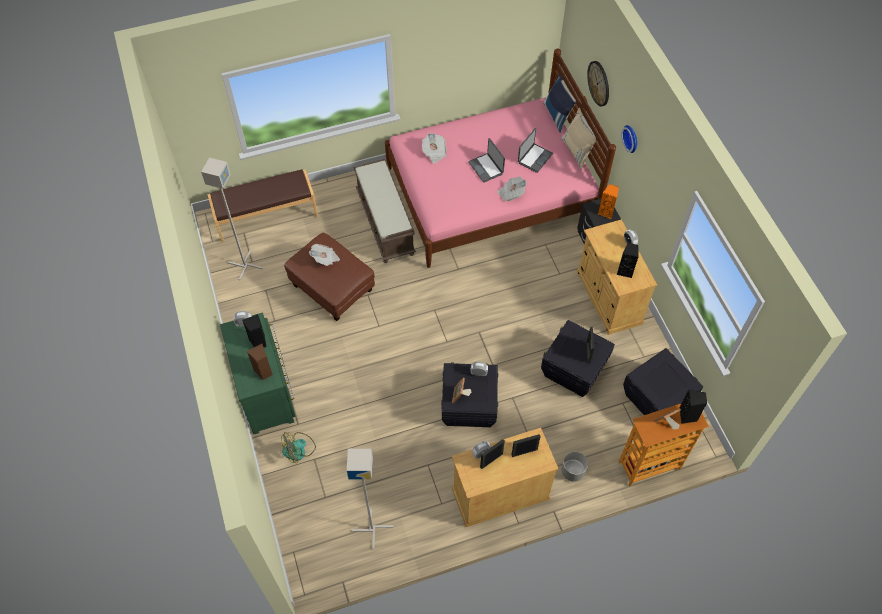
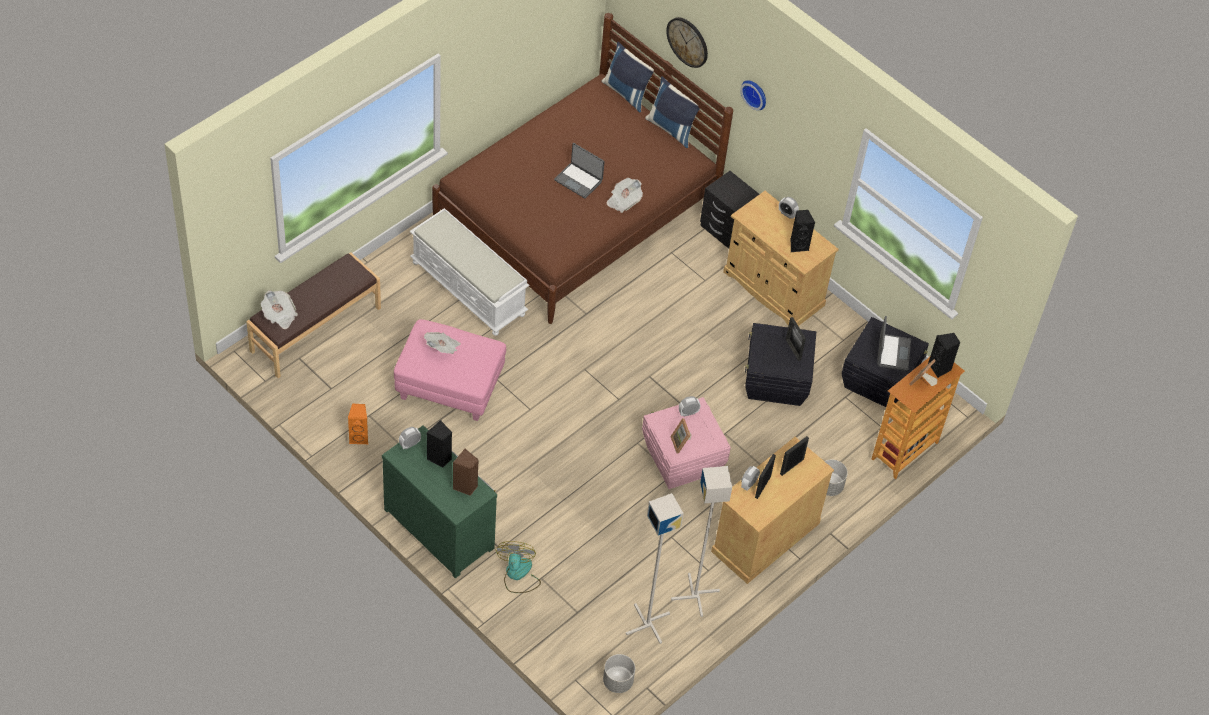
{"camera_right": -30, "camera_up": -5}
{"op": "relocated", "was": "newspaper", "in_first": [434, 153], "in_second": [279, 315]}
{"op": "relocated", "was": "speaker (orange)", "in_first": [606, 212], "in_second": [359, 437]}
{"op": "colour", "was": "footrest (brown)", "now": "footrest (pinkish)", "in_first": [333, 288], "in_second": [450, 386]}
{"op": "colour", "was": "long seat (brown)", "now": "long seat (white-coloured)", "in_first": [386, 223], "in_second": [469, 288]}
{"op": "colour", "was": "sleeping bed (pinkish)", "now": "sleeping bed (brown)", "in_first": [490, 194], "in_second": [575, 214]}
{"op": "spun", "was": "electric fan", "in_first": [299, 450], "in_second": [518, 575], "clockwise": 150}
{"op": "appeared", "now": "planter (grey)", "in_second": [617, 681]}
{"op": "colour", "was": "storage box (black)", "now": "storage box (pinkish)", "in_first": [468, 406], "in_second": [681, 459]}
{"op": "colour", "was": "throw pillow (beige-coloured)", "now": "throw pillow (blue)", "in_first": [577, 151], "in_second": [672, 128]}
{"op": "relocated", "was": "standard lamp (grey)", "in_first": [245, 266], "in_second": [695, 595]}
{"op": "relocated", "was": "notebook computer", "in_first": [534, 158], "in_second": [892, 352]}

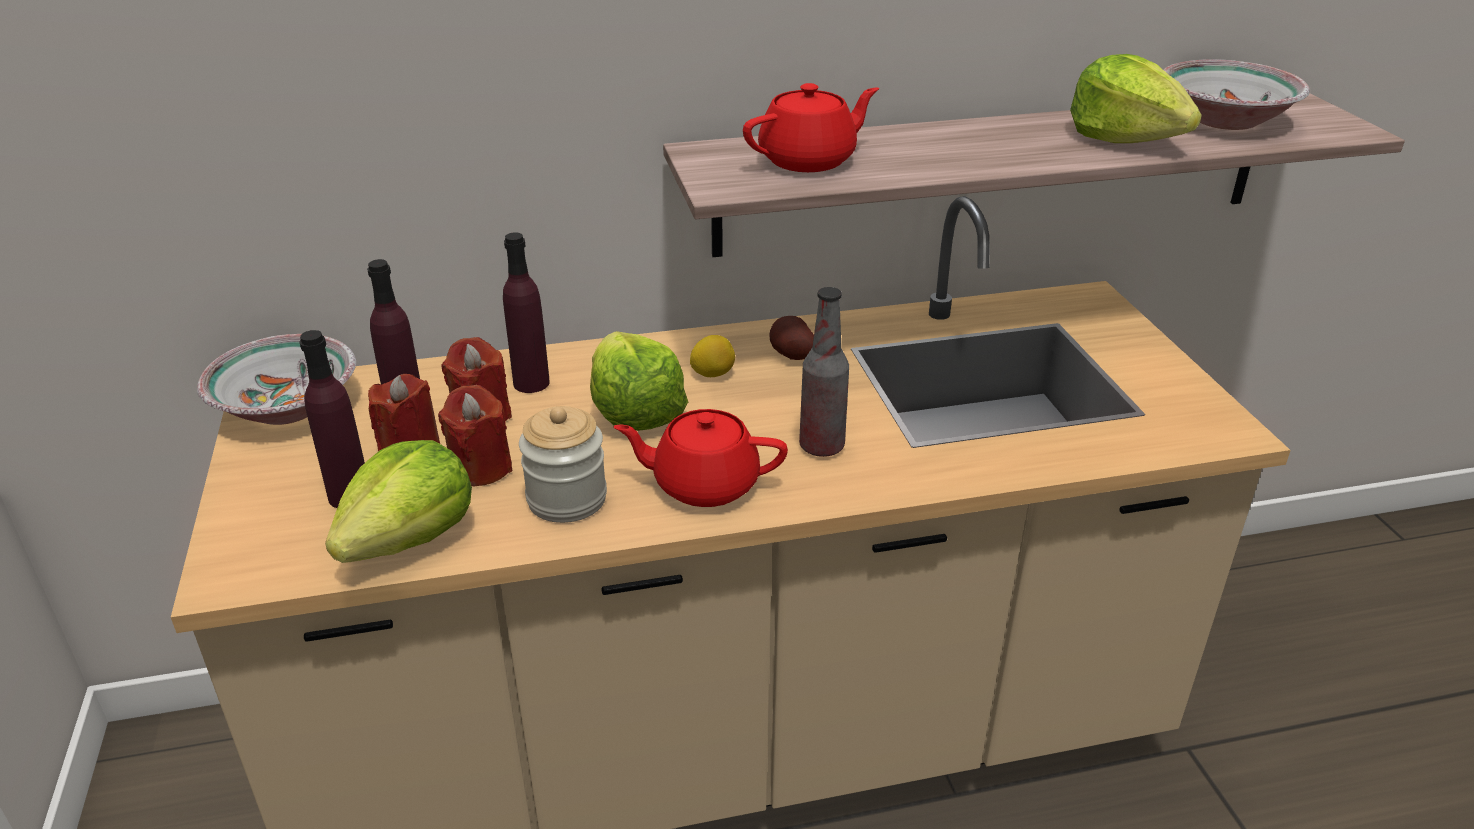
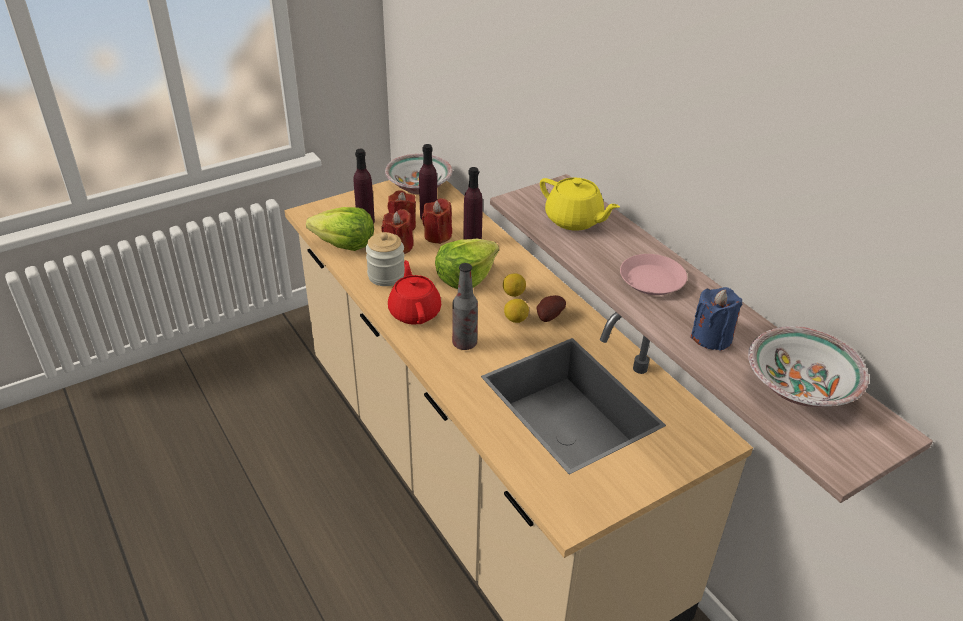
{"camera_right": 70, "camera_up": 5}
{"op": "appeared", "now": "whole lemon", "in_second": [515, 319]}
{"op": "colour", "was": "tea pot (red)", "now": "tea pot (yellowish)", "in_first": [809, 160], "in_second": [574, 220]}
{"op": "appeared", "now": "flat dish (pinkish)", "in_second": [651, 280]}
{"op": "exchanged", "was": "lettuce", "now": "wax candle (blue)", "in_first": [1125, 138], "in_second": [711, 337]}

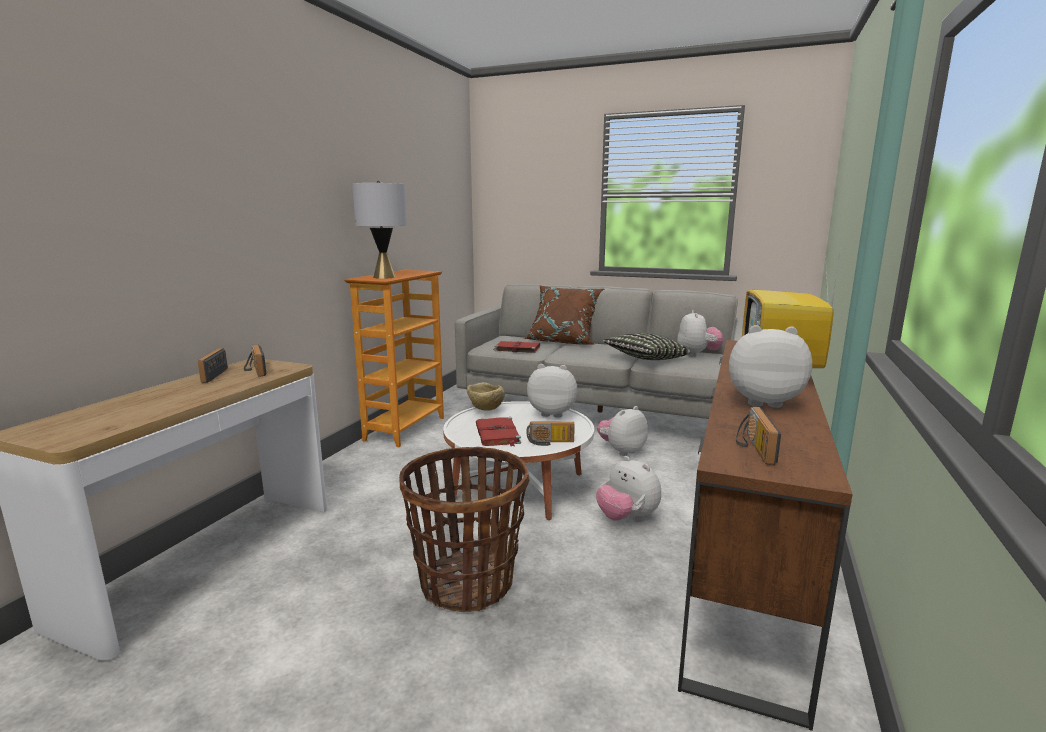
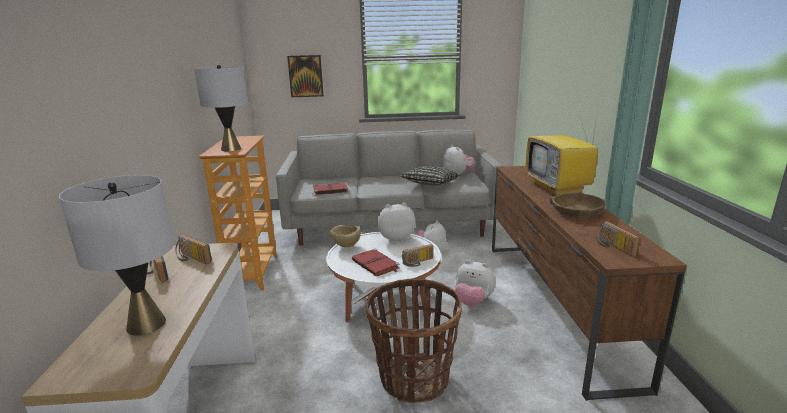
{"camera_right": -25, "camera_up": 5}
{"op": "appeared", "now": "table lamp (grey)", "in_second": [146, 324]}
{"op": "appeared", "now": "wall art", "in_second": [305, 76]}
{"op": "exchanged", "was": "cuddly toy", "now": "deep dish (brown)", "in_first": [762, 401], "in_second": [576, 212]}
{"op": "missing", "was": "throw pillow (brown)", "in_first": [563, 341]}

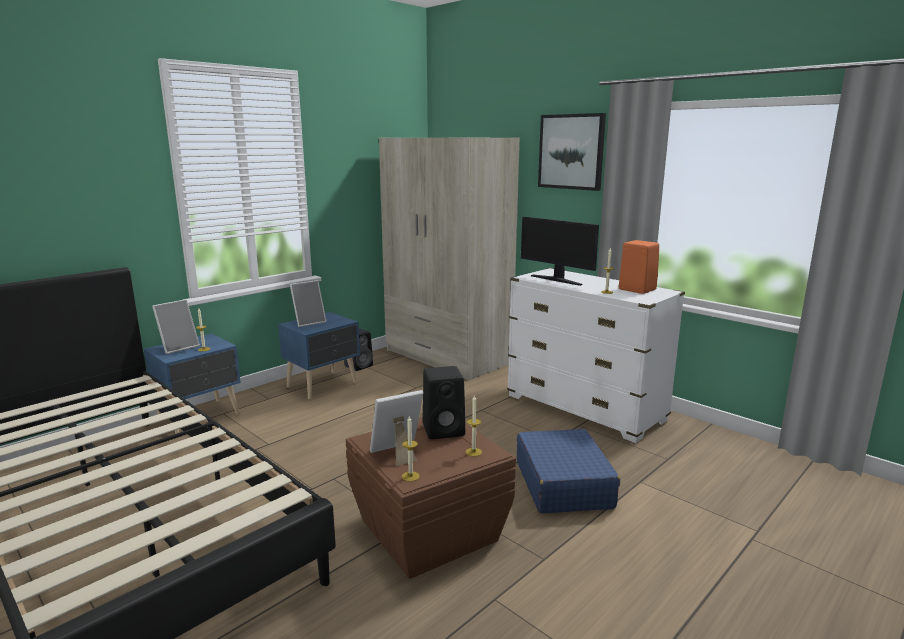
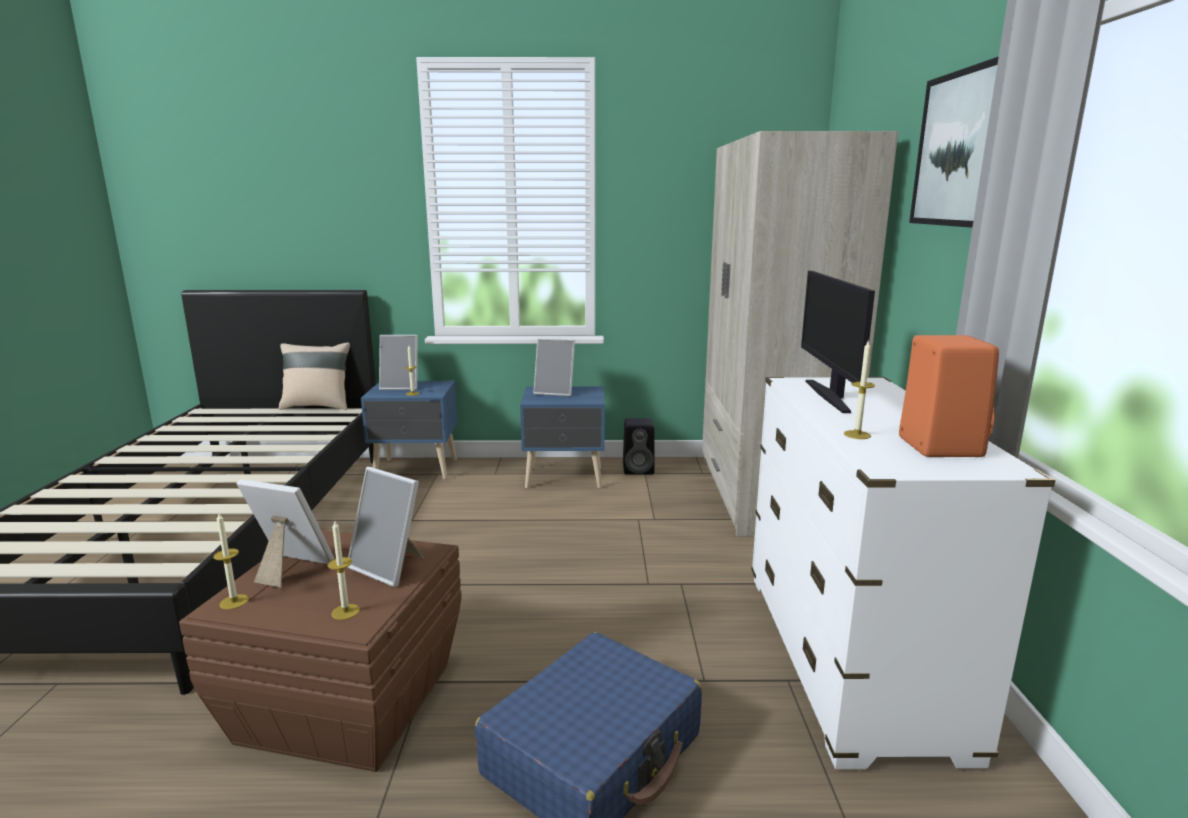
{"camera_right": 45, "camera_up": 0}
{"op": "appeared", "now": "throw pillow (beige-coloured)", "in_second": [318, 406]}
{"op": "exchanged", "was": "speaker (black)", "now": "photo frame", "in_first": [445, 430], "in_second": [390, 567]}

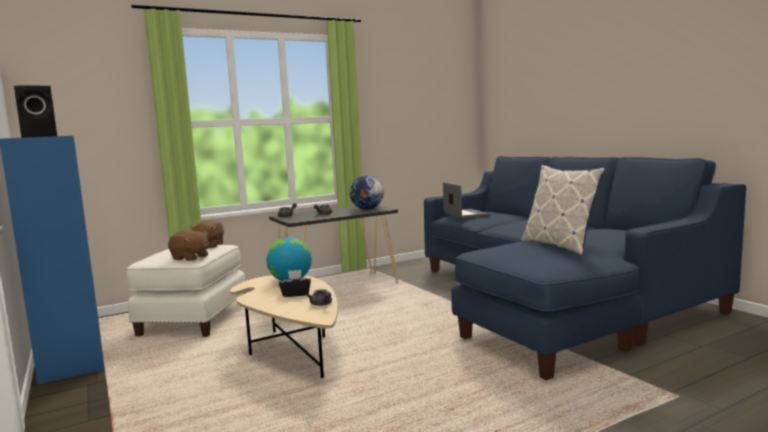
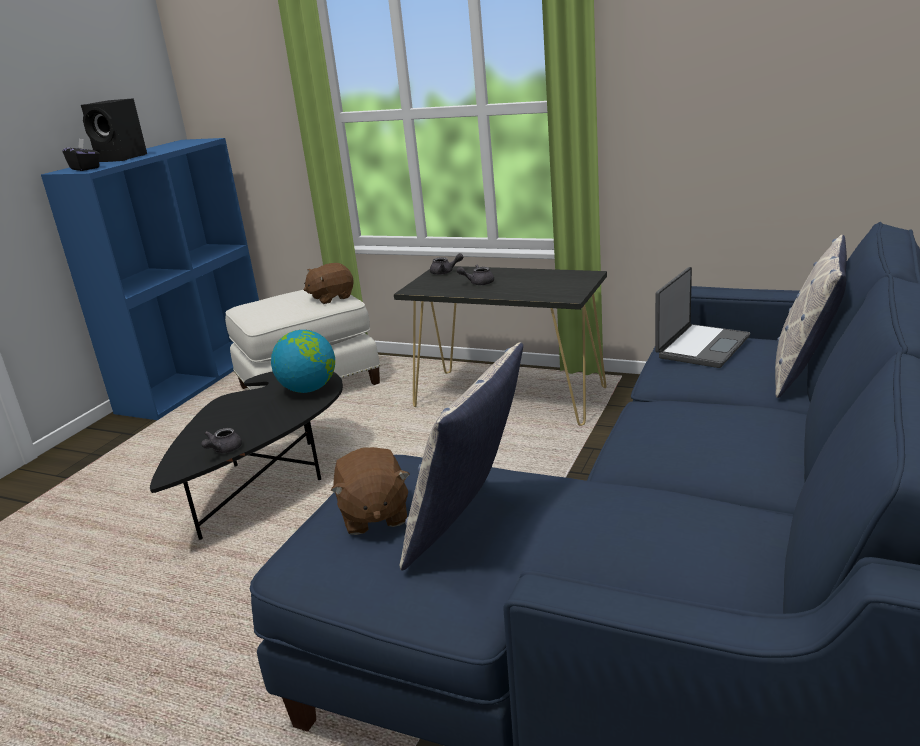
{"camera_right": 55, "camera_up": 15}
{"op": "relocated", "was": "box of tissues (black)", "in_first": [296, 294], "in_second": [85, 168]}
{"op": "colour", "was": "coffee table (beige-coloured)", "now": "coffee table (black)", "in_first": [292, 348], "in_second": [270, 479]}
{"op": "relocated", "was": "cuddly toy (brown)", "in_first": [190, 258], "in_second": [373, 515]}
{"op": "appeared", "now": "throw pillow", "in_second": [805, 372]}
{"op": "missing", "was": "world globe", "in_first": [367, 209]}

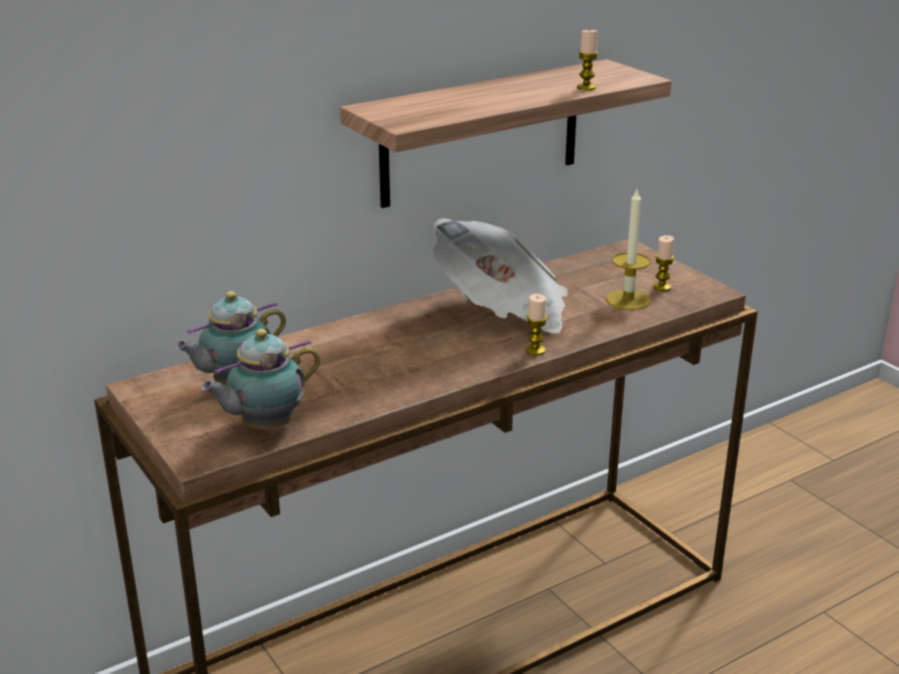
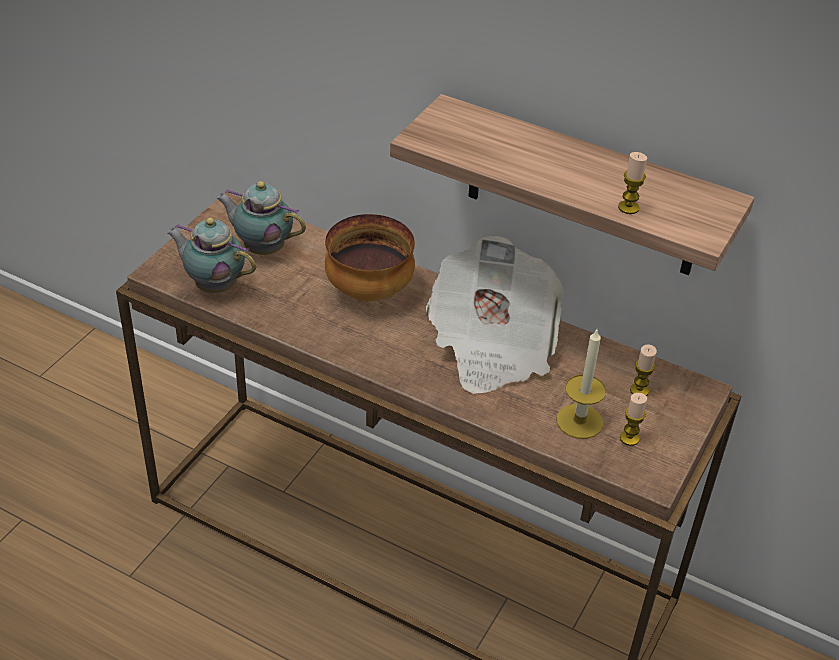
{"camera_right": 60, "camera_up": 15}
{"op": "appeared", "now": "deep dish", "in_second": [368, 290]}
{"op": "relocated", "was": "wax candle", "in_first": [535, 350], "in_second": [639, 390]}

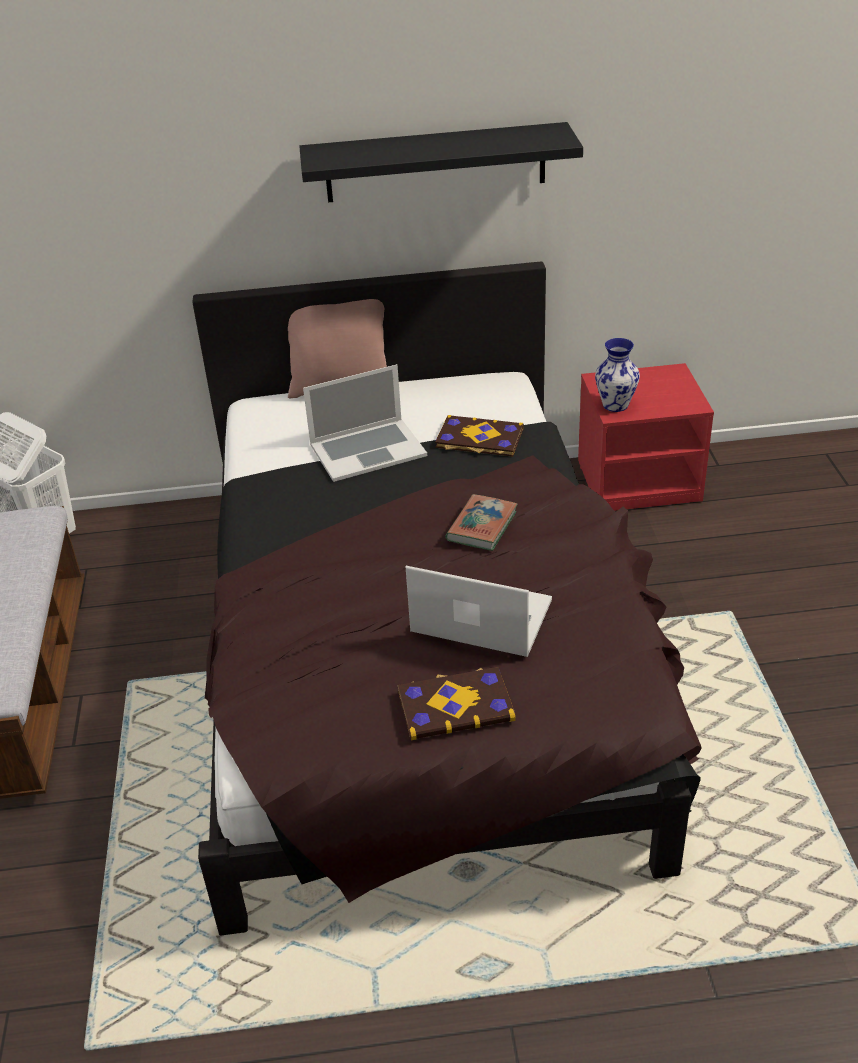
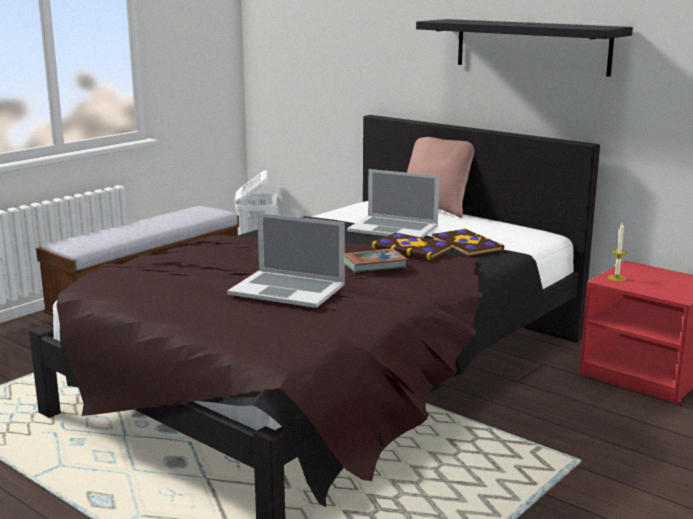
{"camera_right": 45, "camera_up": -20}
{"op": "spun", "was": "notebook computer", "in_first": [481, 616], "in_second": [287, 289], "clockwise": 135}
{"op": "relocated", "was": "book", "in_first": [455, 705], "in_second": [412, 248]}
{"op": "exchanged", "was": "decorative vase", "now": "wax candle", "in_first": [616, 405], "in_second": [616, 278]}

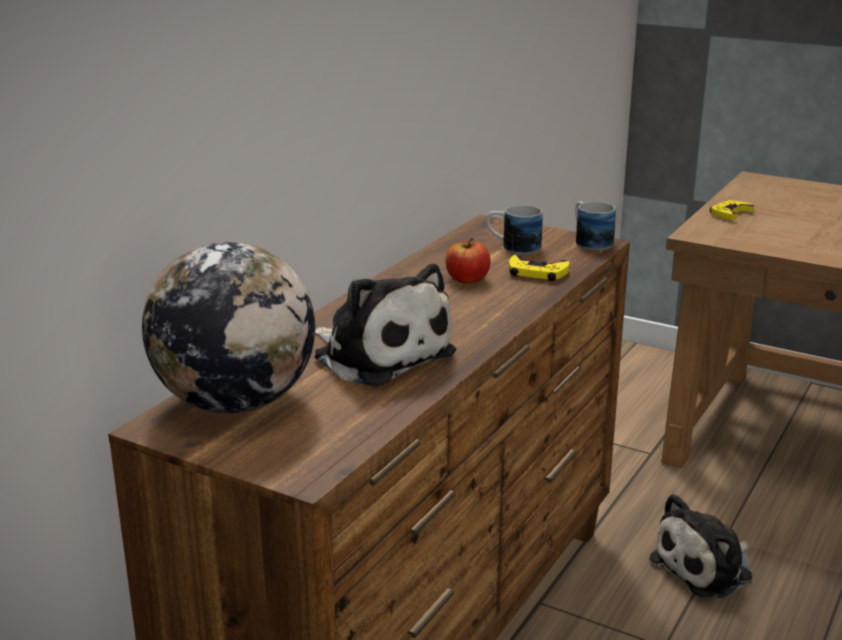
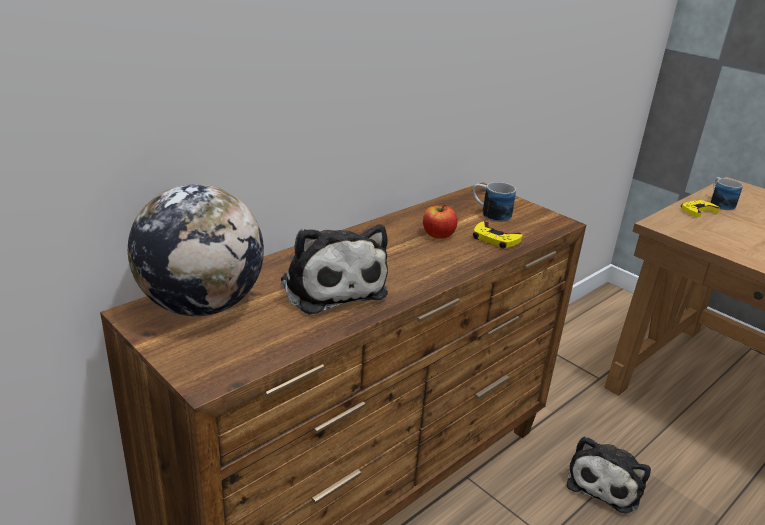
{"camera_right": 15, "camera_up": 5}
{"op": "spun", "was": "cuddly toy", "in_first": [706, 568], "in_second": [605, 482], "clockwise": -45}
{"op": "relocated", "was": "coffee mug", "in_first": [589, 241], "in_second": [719, 203]}

